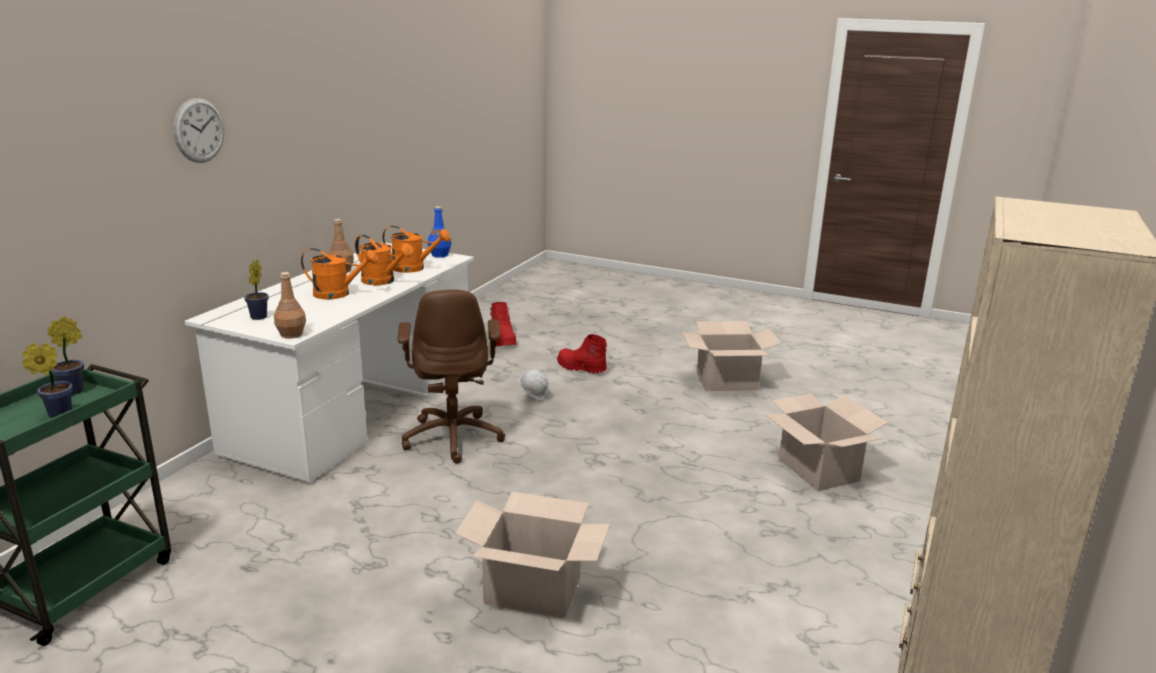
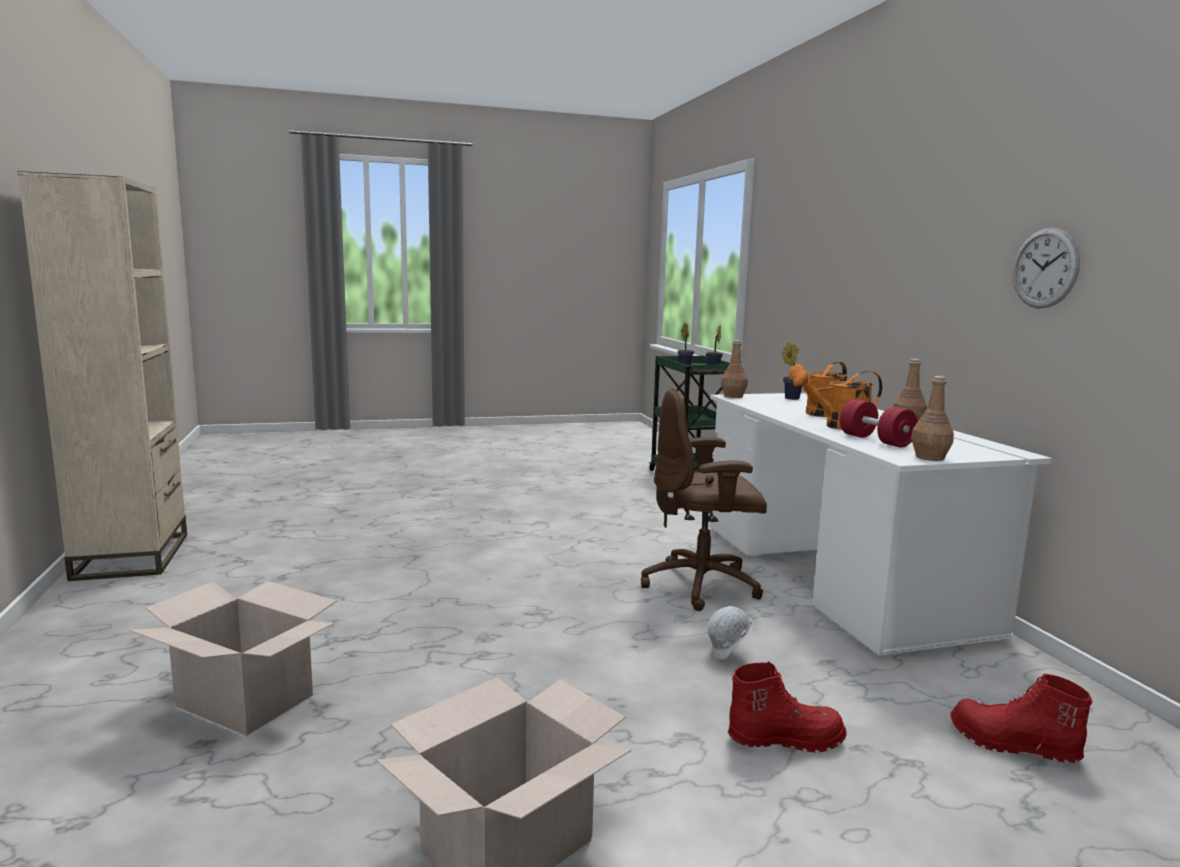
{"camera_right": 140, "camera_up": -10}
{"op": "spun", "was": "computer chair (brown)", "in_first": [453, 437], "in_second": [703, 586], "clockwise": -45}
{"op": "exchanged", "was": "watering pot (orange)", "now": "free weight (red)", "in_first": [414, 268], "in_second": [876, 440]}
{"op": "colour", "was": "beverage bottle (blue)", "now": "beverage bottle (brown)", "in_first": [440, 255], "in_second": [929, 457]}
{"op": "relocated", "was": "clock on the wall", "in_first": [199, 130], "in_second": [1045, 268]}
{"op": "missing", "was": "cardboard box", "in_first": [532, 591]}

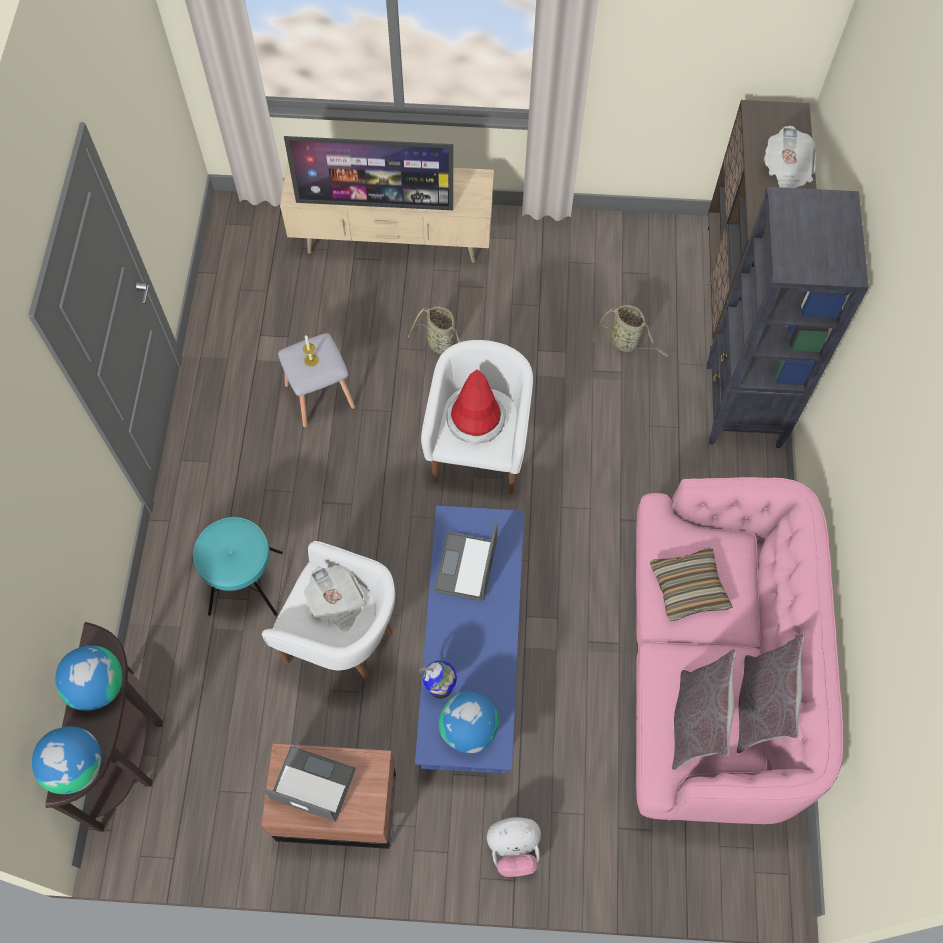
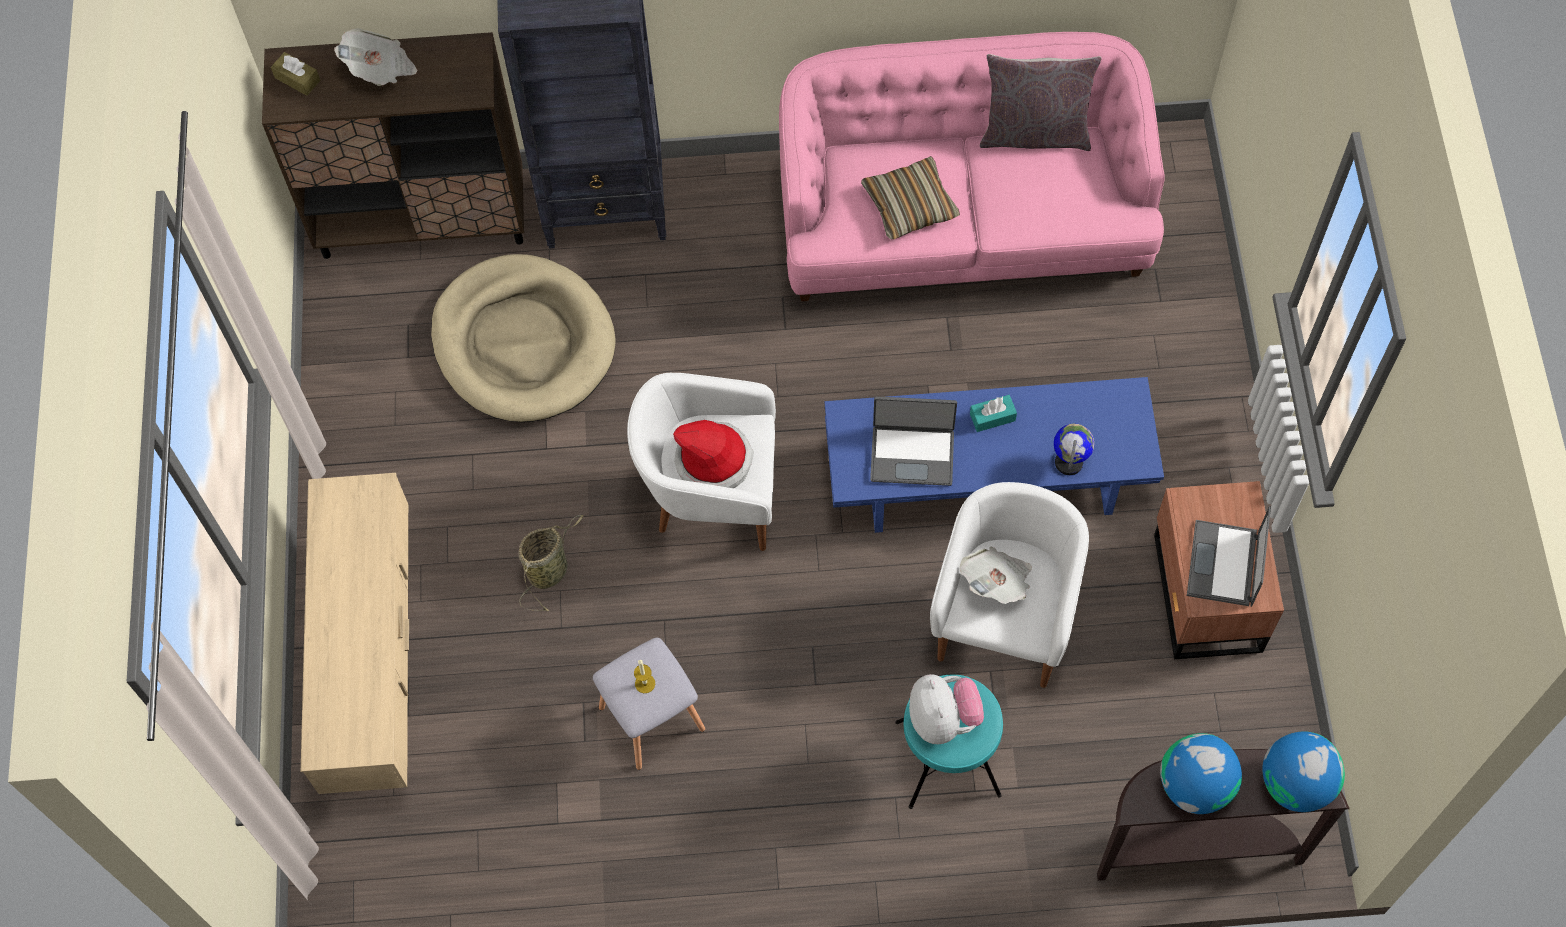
{"camera_right": -95, "camera_up": 0}
{"op": "appeared", "now": "box of tissues (brown)", "in_second": [297, 79]}
{"op": "exchanged", "was": "household basket", "now": "pet bed (beige-coloured)", "in_first": [626, 343], "in_second": [523, 343]}
{"op": "relocated", "was": "cuddly toy", "in_first": [513, 848], "in_second": [943, 719]}
{"op": "appeared", "now": "box of tissues (turquoise)", "in_second": [992, 417]}
{"op": "missing", "was": "TV set", "in_first": [375, 204]}
{"op": "missing", "was": "world globe", "in_first": [468, 729]}
{"op": "missing", "was": "throw pillow (grey)", "in_first": [694, 722]}

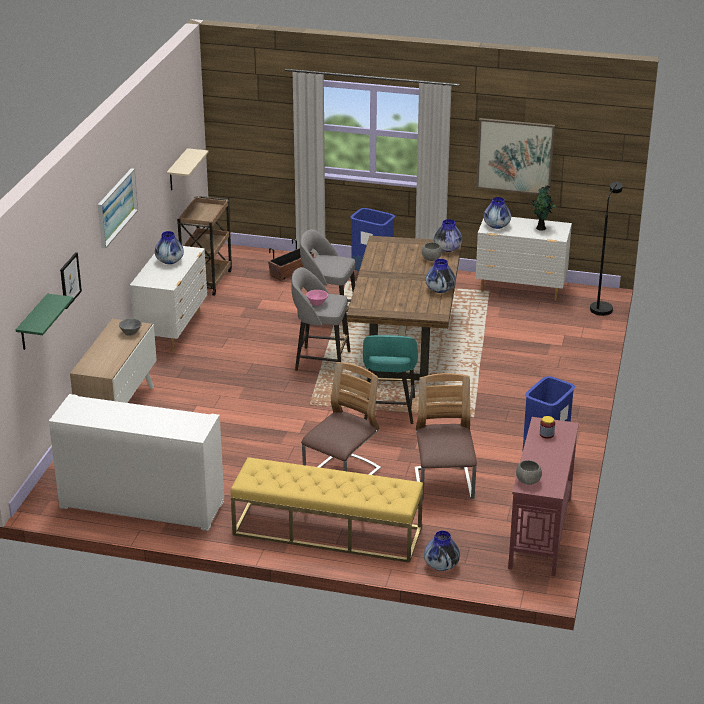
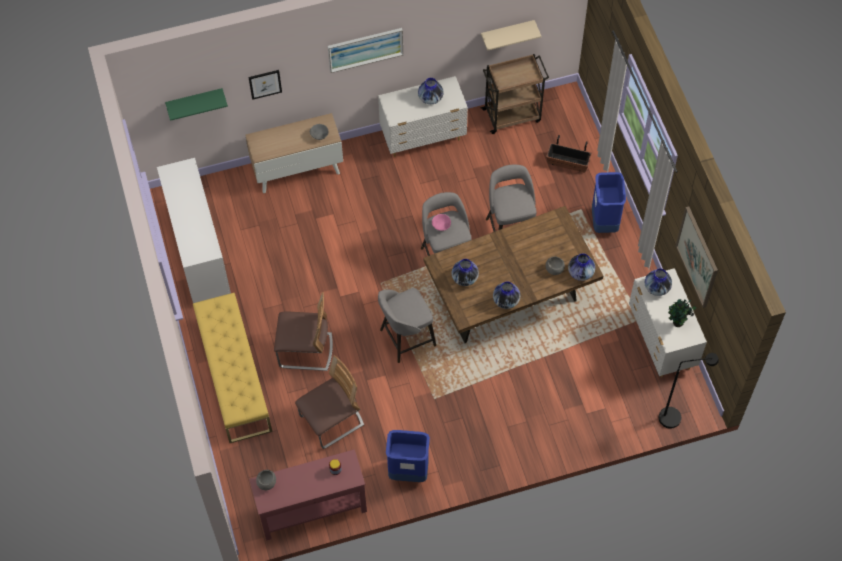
{"camera_right": 60, "camera_up": 30}
{"op": "colour", "was": "sitting stool (turquoise)", "now": "sitting stool (grey)", "in_first": [389, 411], "in_second": [406, 338]}
{"op": "relocated", "was": "decorative vase", "in_first": [441, 565], "in_second": [464, 278]}

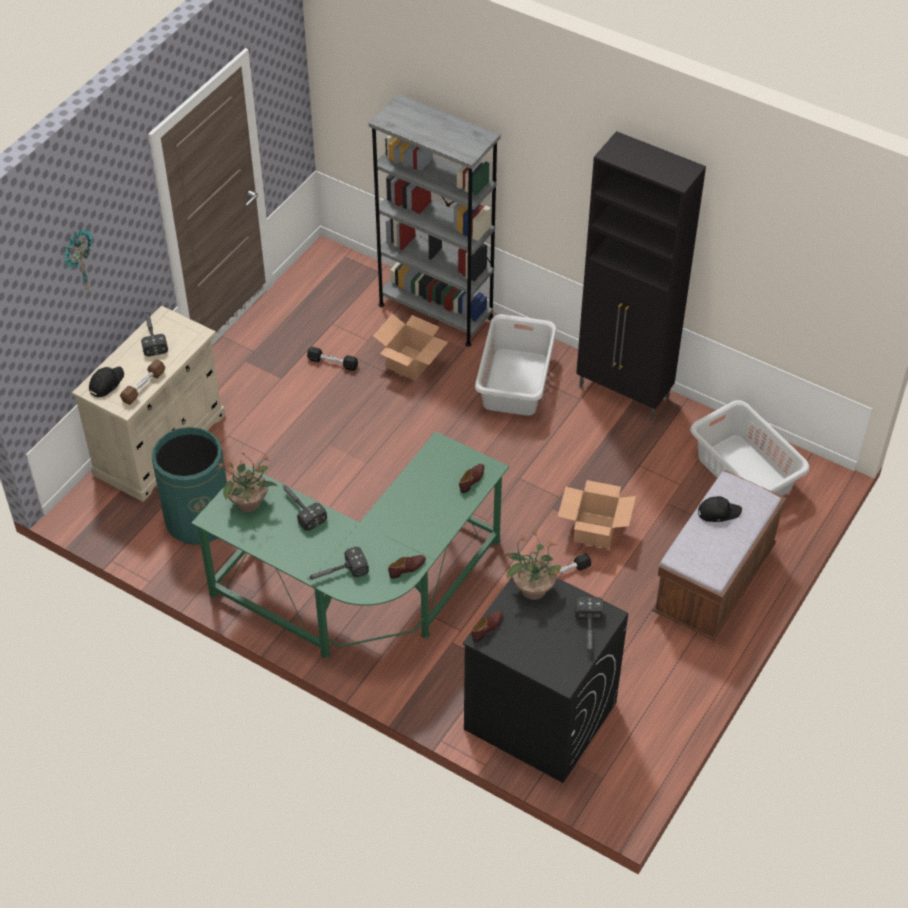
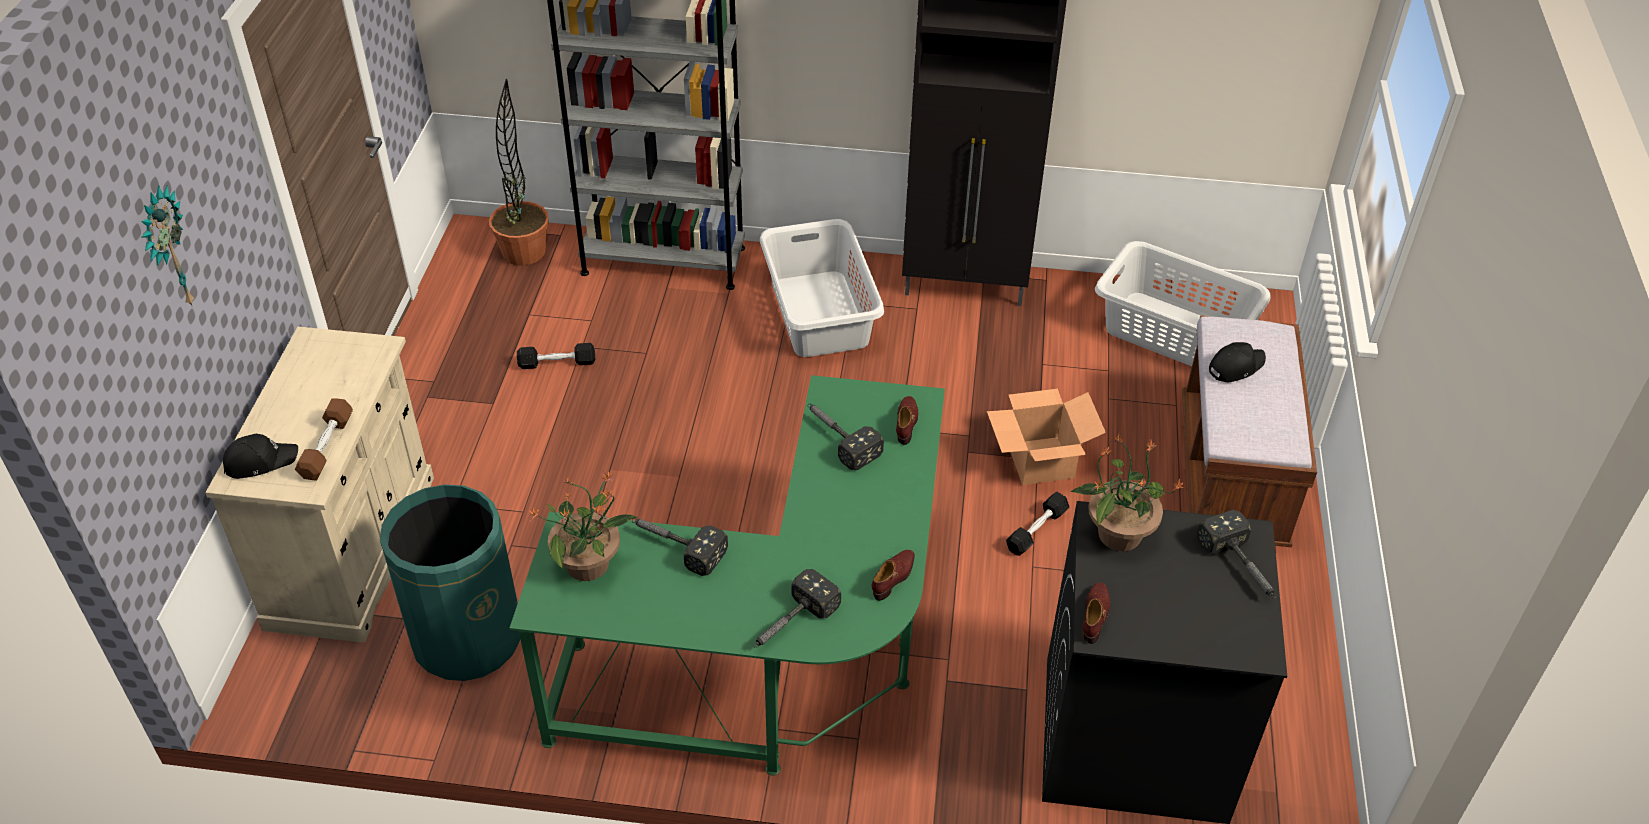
{"camera_right": -25, "camera_up": -5}
{"op": "spun", "was": "peaked cap (black)", "in_first": [106, 383], "in_second": [260, 461], "clockwise": 60}
{"op": "appeared", "now": "potted plant", "in_second": [524, 252]}
{"op": "relocated", "was": "tool hammer", "in_first": [152, 336], "in_second": [838, 438]}
{"op": "missing", "was": "cardboard box", "in_first": [410, 362]}

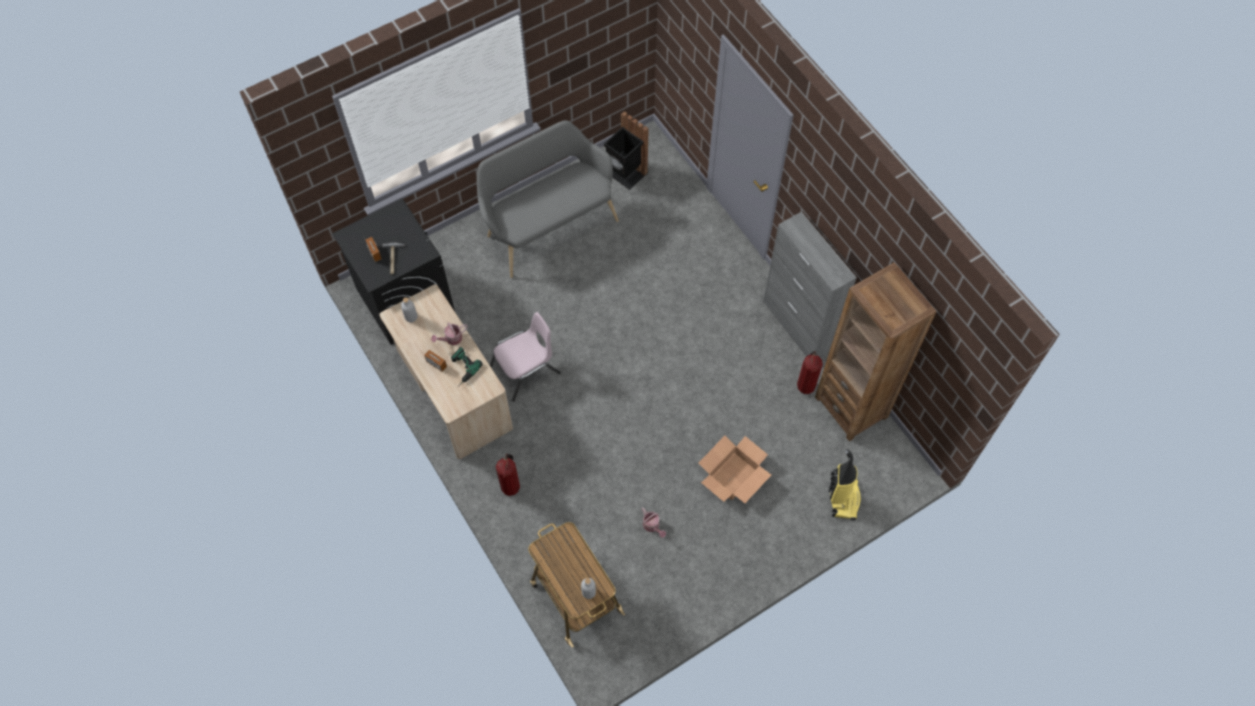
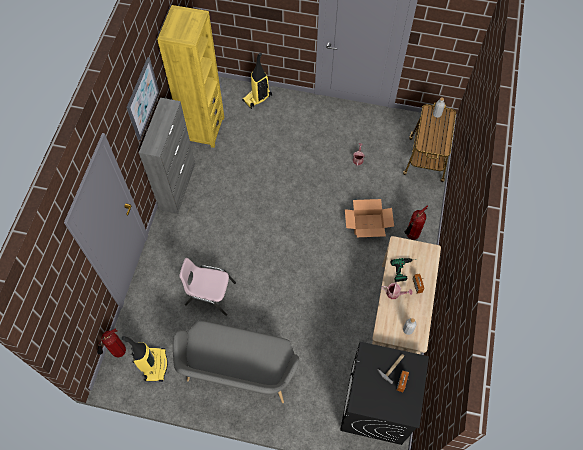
{"camera_right": -135, "camera_up": 0}
{"op": "relocated", "was": "fire-fighting cylinder", "in_first": [805, 385], "in_second": [117, 352]}
{"op": "exchanged", "was": "rubbish bin (black)", "now": "vacuum cleaner", "in_first": [625, 174], "in_second": [154, 365]}
{"op": "appeared", "now": "wall art", "in_second": [142, 98]}
{"op": "colour", "was": "bookshelf (brown)", "now": "bookshelf (yellowish)", "in_first": [851, 407], "in_second": [203, 129]}
{"op": "relocated", "was": "plain chair (pinkish)", "in_first": [526, 370], "in_second": [210, 294]}
{"op": "relocated", "was": "cardboard box", "in_first": [733, 476], "in_second": [367, 224]}

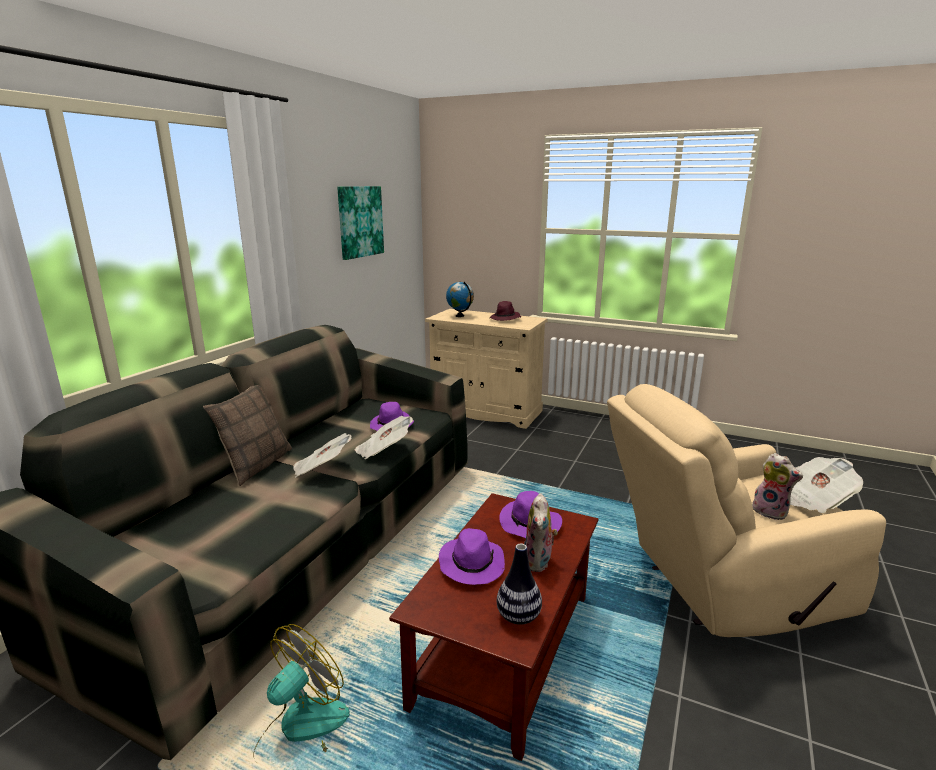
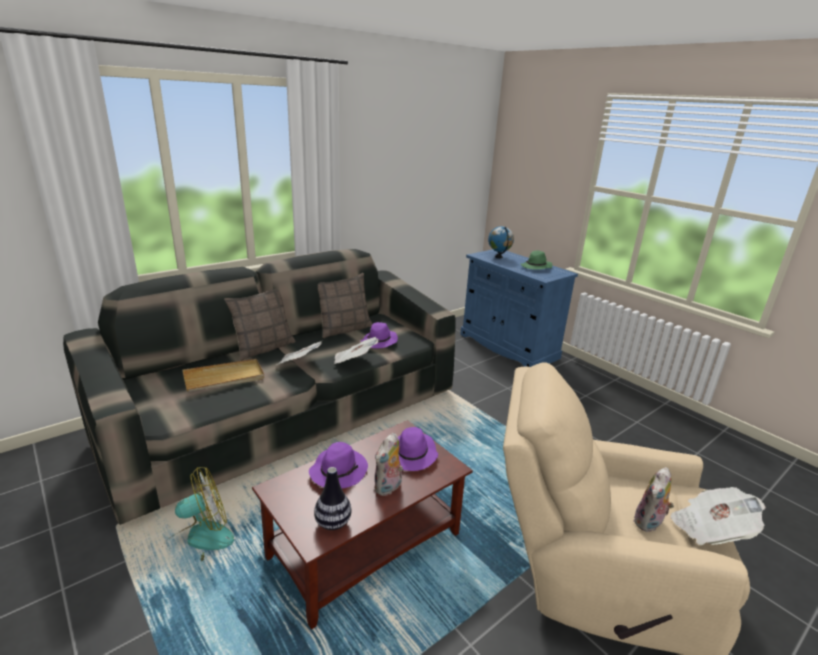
{"camera_right": 25, "camera_up": 5}
{"op": "appeared", "now": "tray (beige-coloured)", "in_second": [224, 378]}
{"op": "appeared", "now": "throw pillow", "in_second": [344, 329]}
{"op": "colour", "was": "cupboard (beige-coloured)", "now": "cupboard (blue)", "in_first": [485, 411], "in_second": [508, 346]}
{"op": "colour", "was": "hat (purple)", "now": "hat (green-coloured)", "in_first": [505, 319], "in_second": [536, 267]}
{"op": "spun", "was": "cuddly toy", "in_first": [771, 512], "in_second": [649, 523], "clockwise": 60}
{"op": "missing", "was": "wall art", "in_first": [360, 221]}

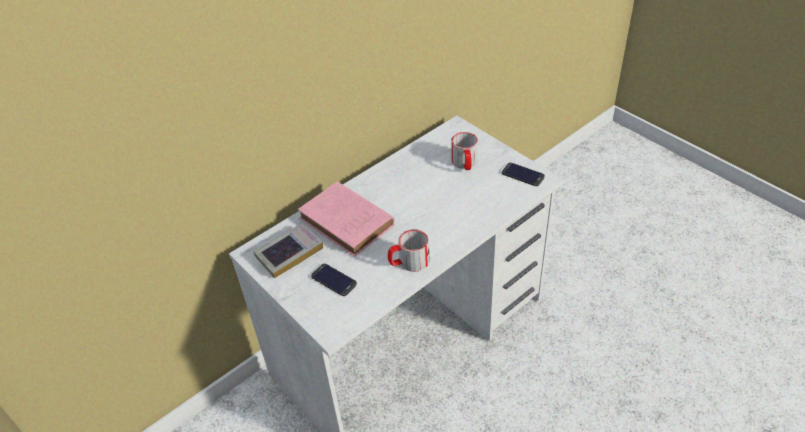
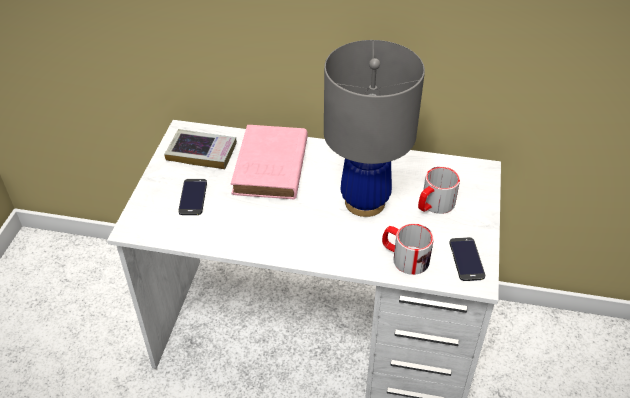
{"camera_right": 50, "camera_up": 0}
{"op": "appeared", "now": "table lamp (grey)", "in_second": [365, 202]}
{"op": "relocated", "was": "coffee mug", "in_first": [409, 262], "in_second": [404, 257]}

